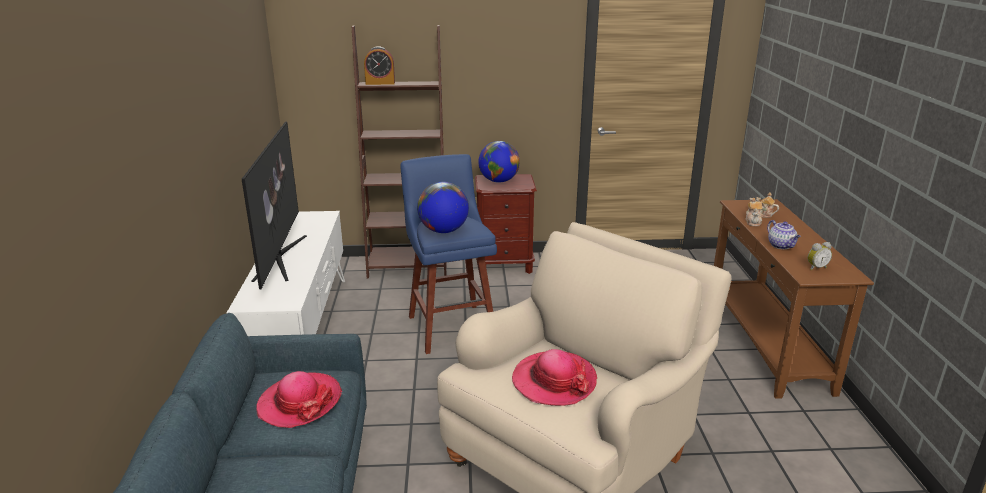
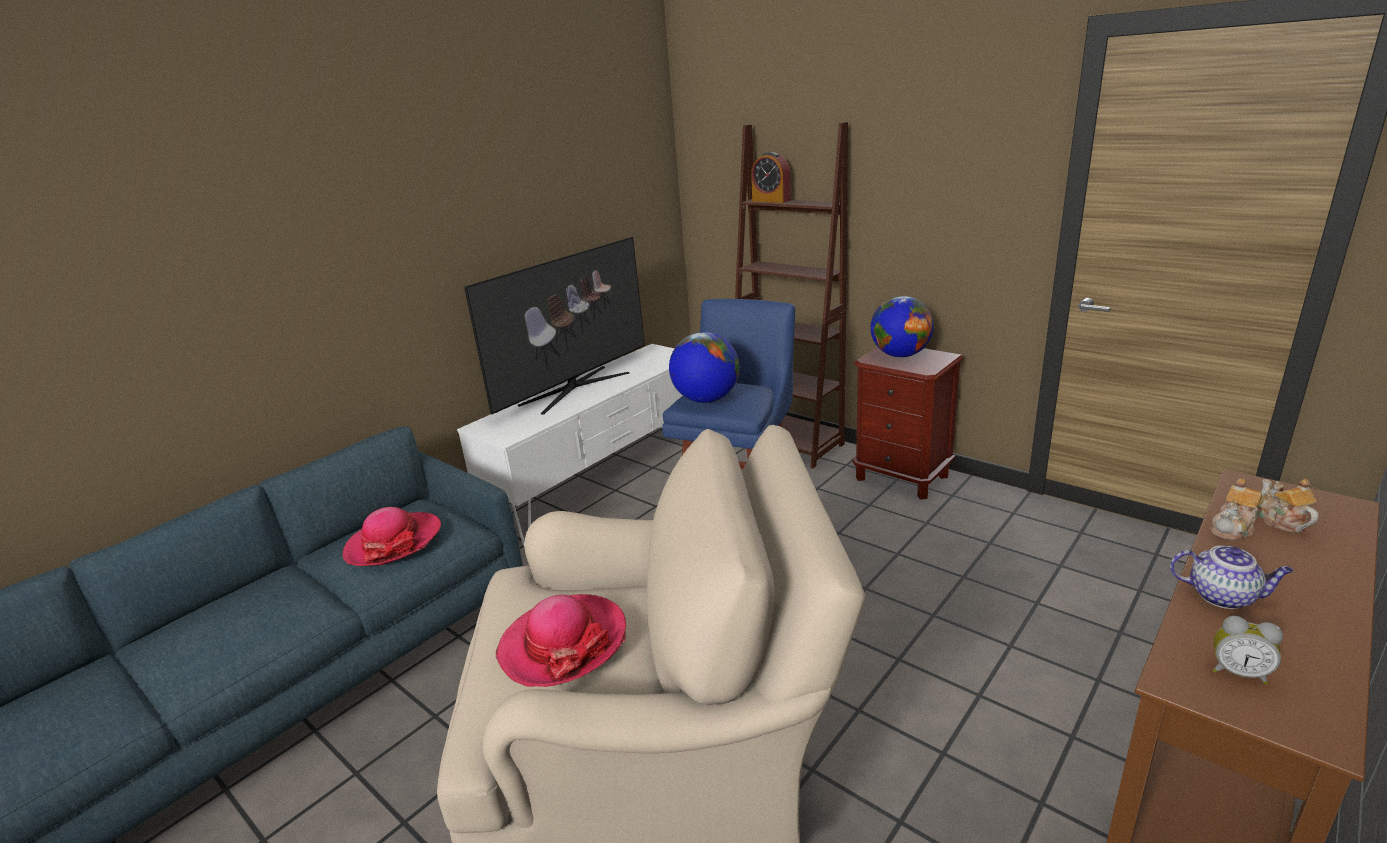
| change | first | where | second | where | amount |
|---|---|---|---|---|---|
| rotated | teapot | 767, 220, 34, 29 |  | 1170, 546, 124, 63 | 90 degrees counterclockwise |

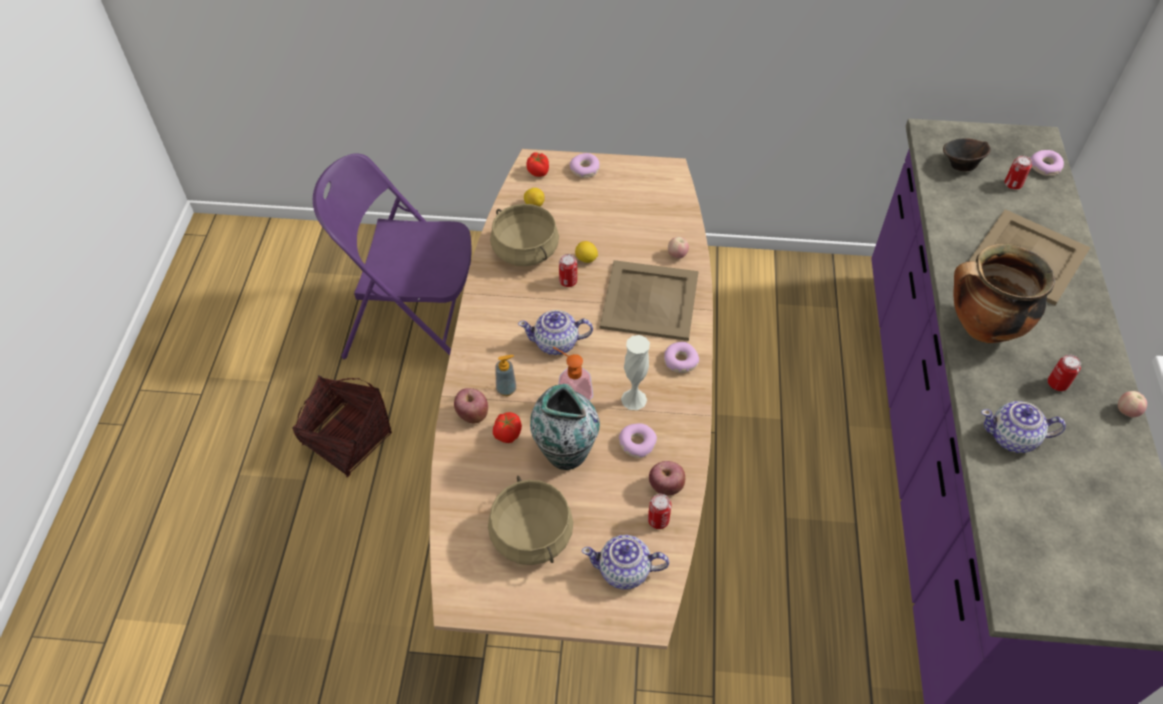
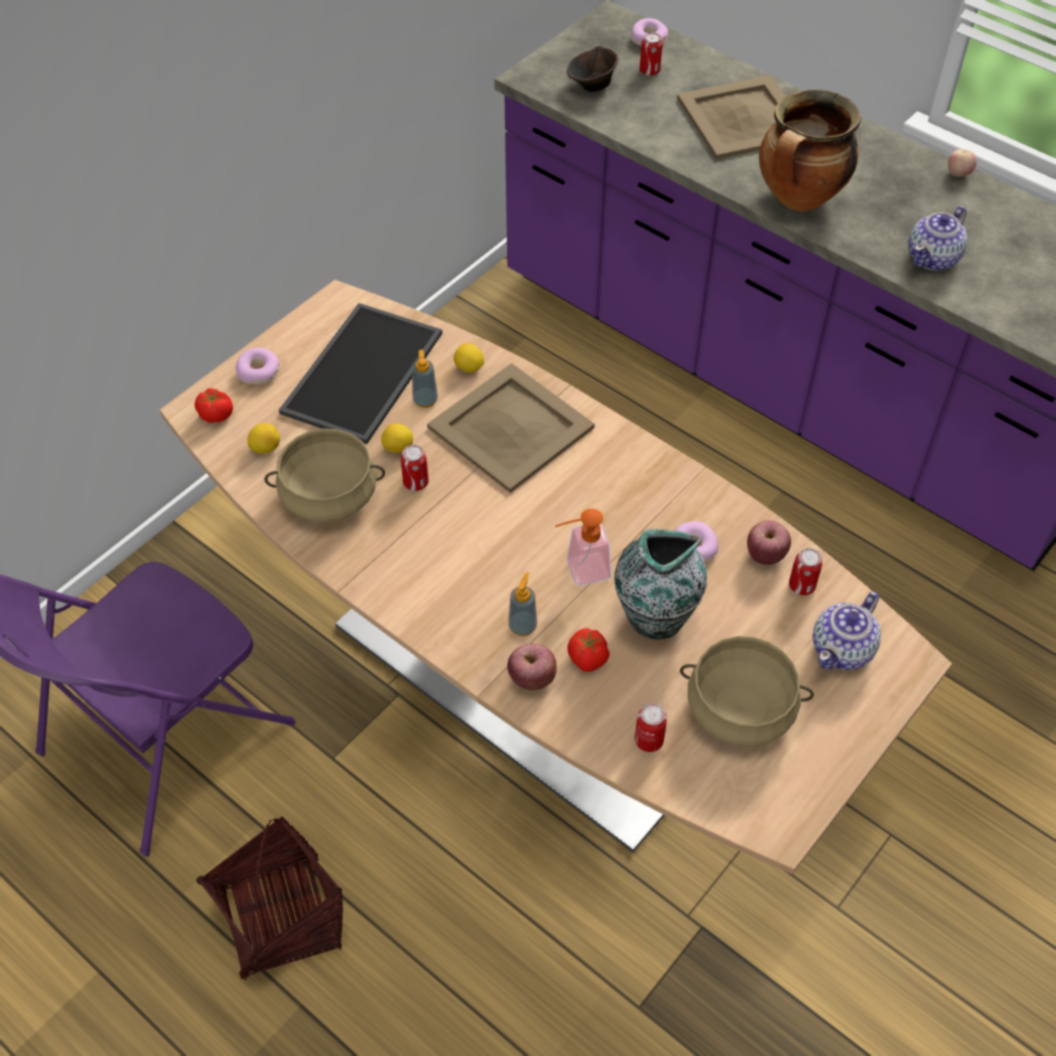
| change | first | where | second | where | amount |
|---|---|---|---|---|---|
| new |  |  | tray | 279, 303, 163, 141 |  |
| new |  |  | soap dispenser | 412, 349, 26, 59 |  |
| swapped | apple | 668, 237, 21, 22 | lemon | 454, 343, 30, 30 |  |
| shifted | can | 1047, 355, 34, 36 |  | 635, 704, 32, 48 |  |
| gone | teapot | 518, 310, 75, 45 |  |  |  |
| gone | white vase | 621, 335, 29, 75 |  |  |  |
| gone | donut | 664, 342, 35, 31 |  |  |  |

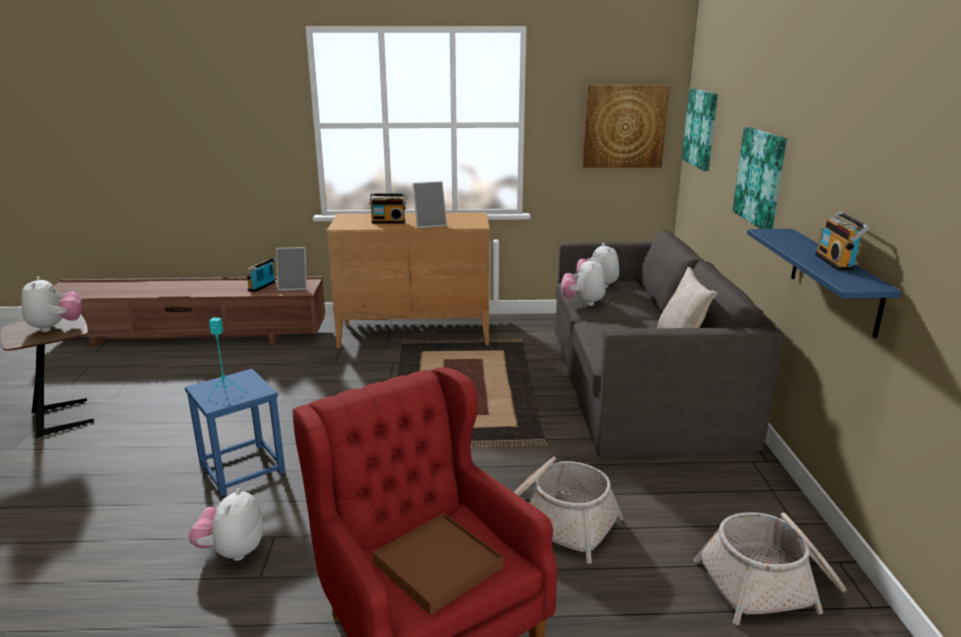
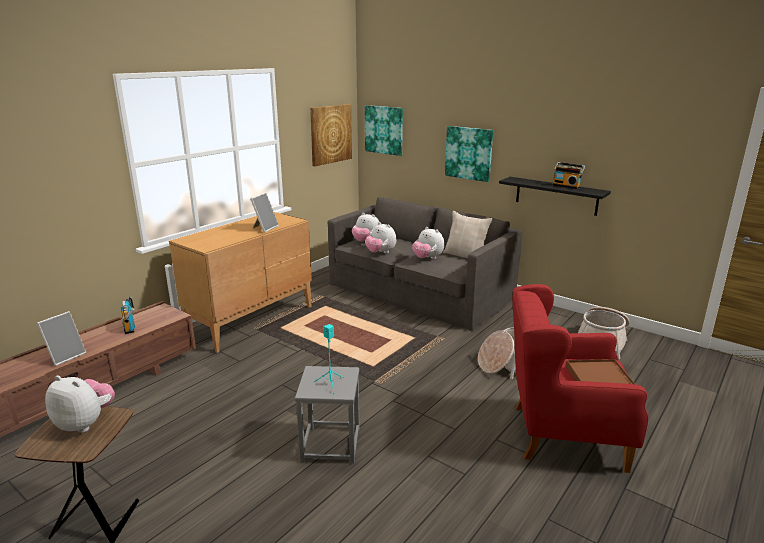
| change | first | where | second | where | amount |
|---|---|---|---|---|---|
| shifted | picture frame | 276, 247, 31, 44 |  | 37, 311, 49, 55 |  |
| repainted | blue stool | 185, 369, 101, 127 | grey stool | 295, 366, 65, 98 |  |
| shifted | plush toy | 189, 488, 74, 73 |  | 412, 227, 33, 32 |  |
| repainted | blue shelf | 747, 229, 155, 109 | black shelf | 499, 177, 112, 39 |  |
| gone | radio | 369, 193, 37, 31 |  |  |  |

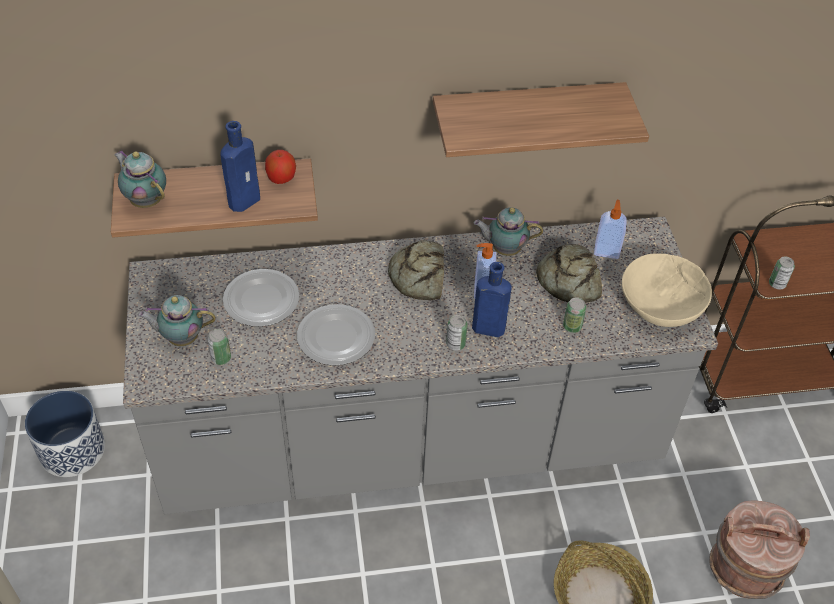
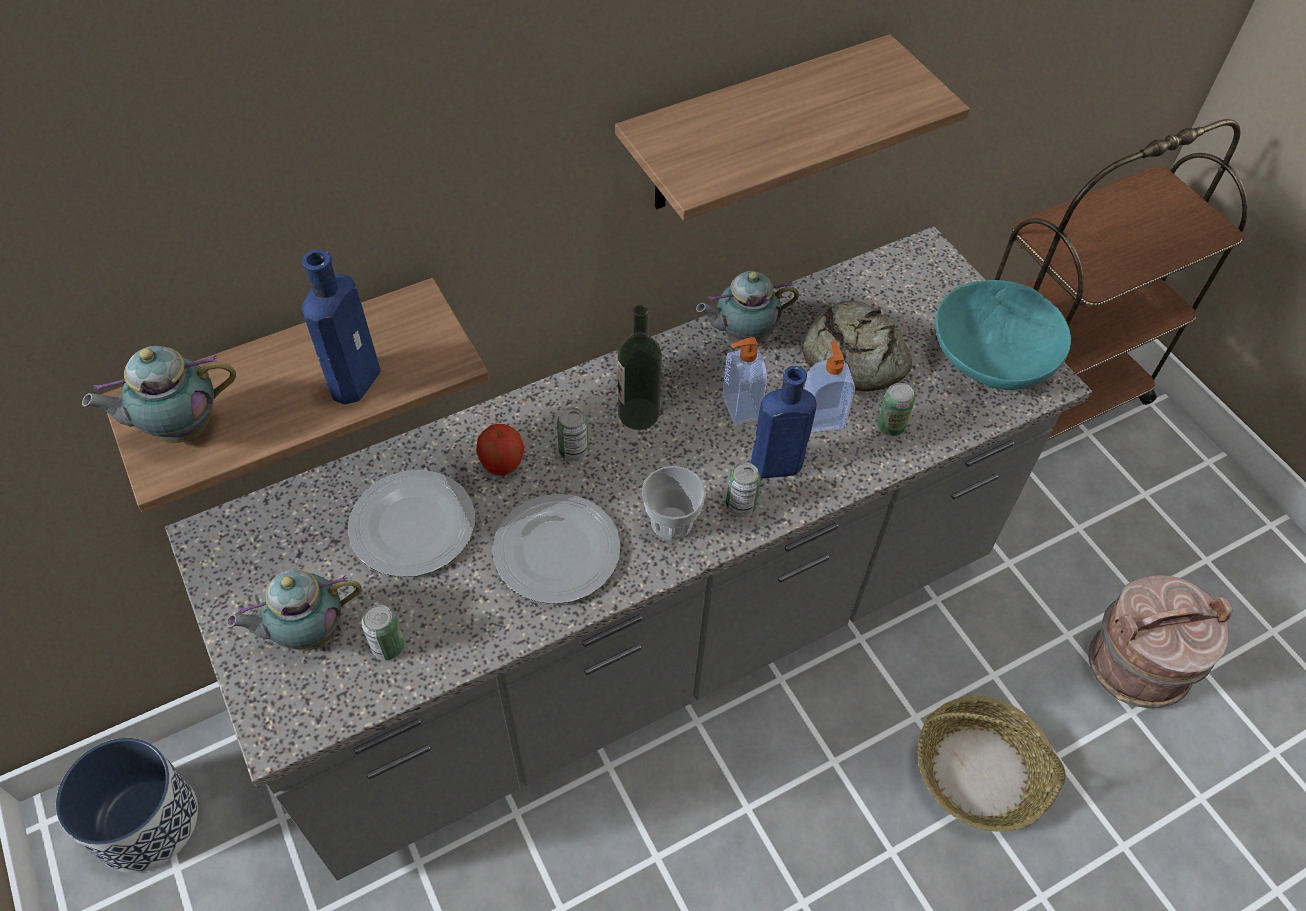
| change | first | where | second | where | amount |
|---|---|---|---|---|---|
| rotated | teapot | 114, 150, 52, 58 |  | 82, 346, 154, 97 | 45 degrees counterclockwise |
| shifted | apple | 265, 150, 31, 34 |  | 477, 424, 47, 51 |  |
| shifted | can | 769, 256, 26, 34 |  | 557, 407, 32, 55 |  |
| swapped | bread | 388, 240, 56, 60 | bottle | 617, 305, 45, 125 |  |
| new |  |  | cup | 642, 466, 64, 74 |  |
| shifted | soap dispenser | 594, 200, 33, 59 |  | 804, 341, 51, 92 |  |
| repainted | beige bowl | 622, 253, 90, 74 | turquoise bowl | 935, 280, 136, 110 |  |

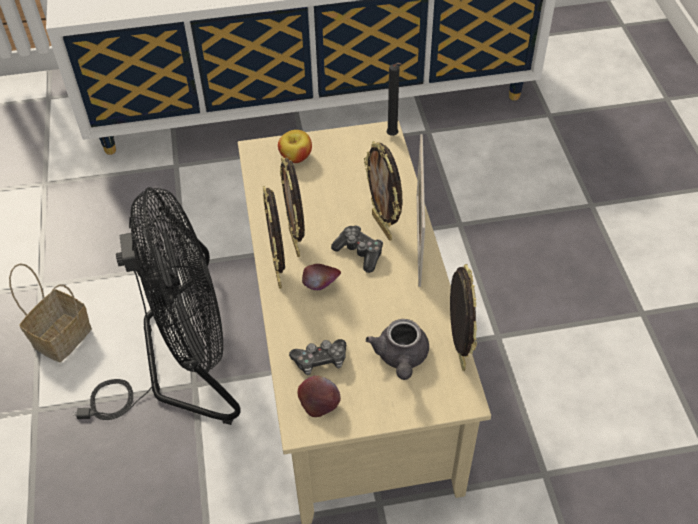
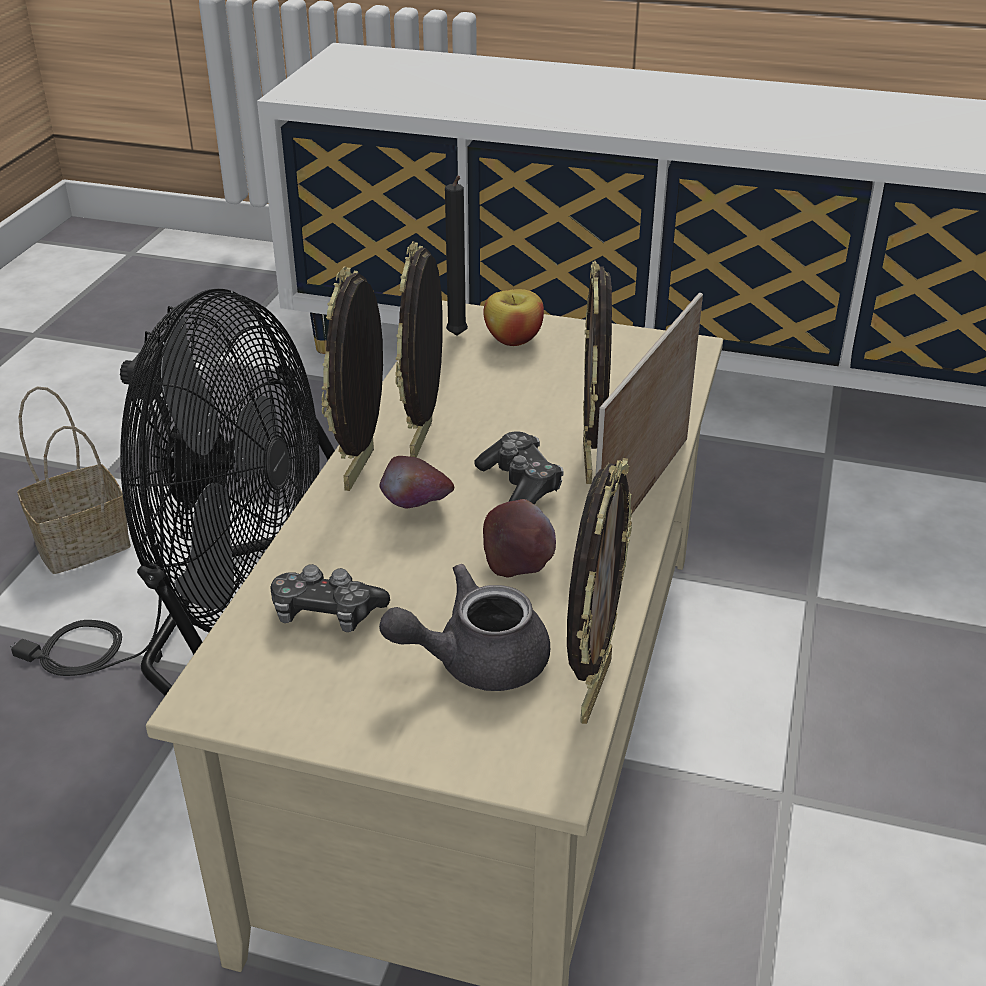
| change | first | where | second | where | amount |
|---|---|---|---|---|---|
| rotated | grey teapot | 365, 319, 64, 61 |  | 379, 564, 171, 127 | 45 degrees clockwise |
| shifted | black candle | 387, 63, 15, 73 |  | 445, 176, 23, 160 |  |
| shifted | apple | 297, 375, 44, 42 |  | 483, 499, 73, 79 |  |

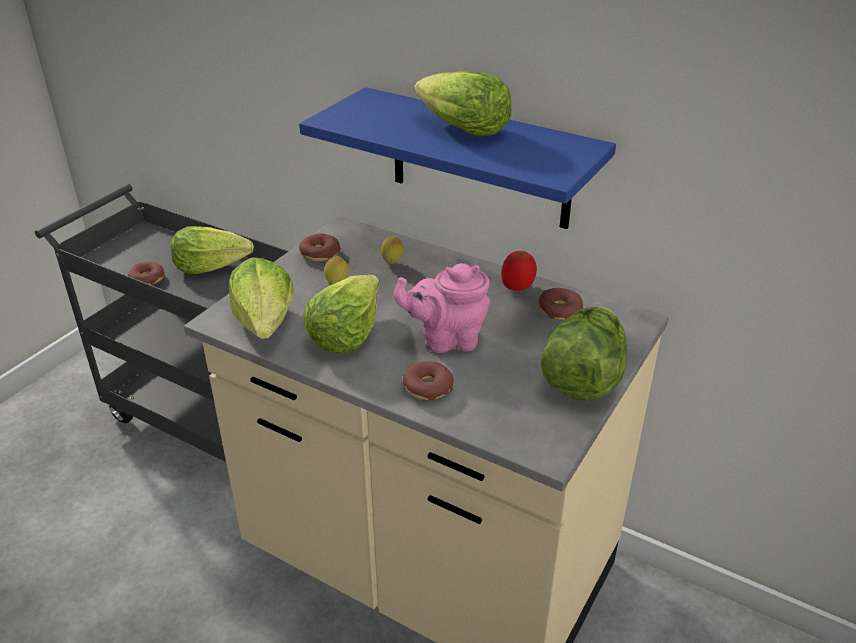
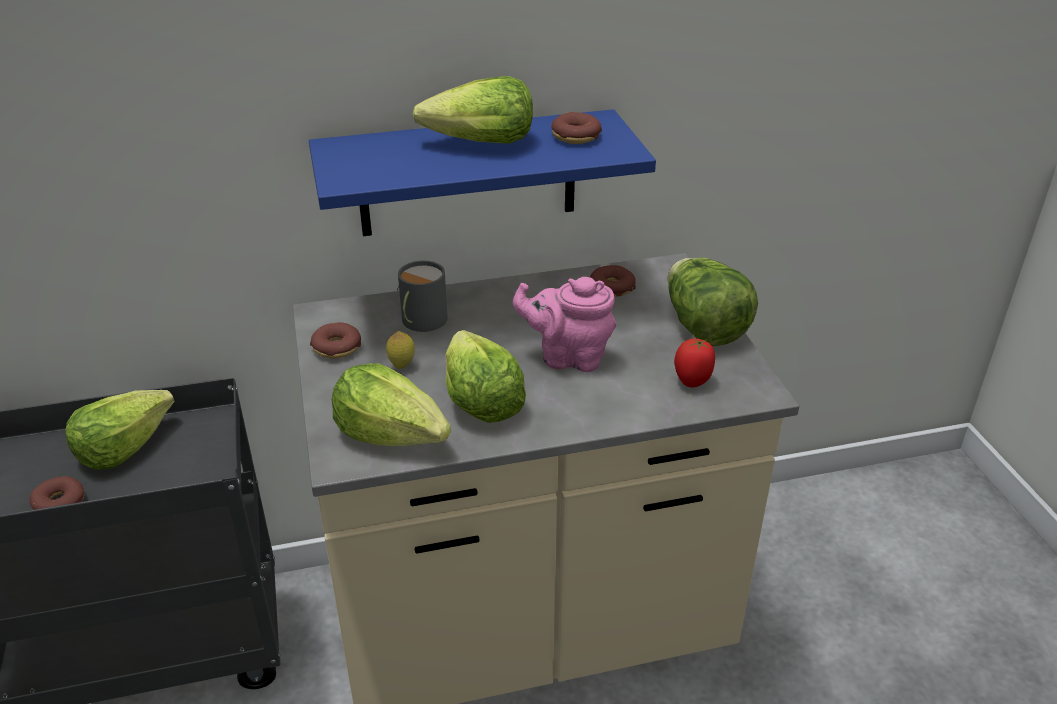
| change | first | where | second | where | amount |
|---|---|---|---|---|---|
| swapped | lemon | 381, 237, 23, 27 | grey mug | 397, 261, 51, 71 |  |
| rotated | pink teapot | 393, 263, 97, 90 |  | 513, 277, 103, 95 | 60 degrees clockwise |
| shifted | donut | 403, 361, 51, 39 |  | 551, 112, 51, 32 |  |
| shifted | tomato | 501, 251, 36, 40 |  | 674, 338, 41, 50 |  |

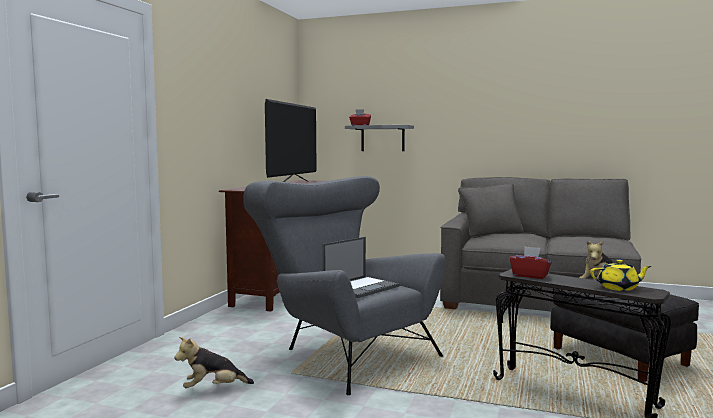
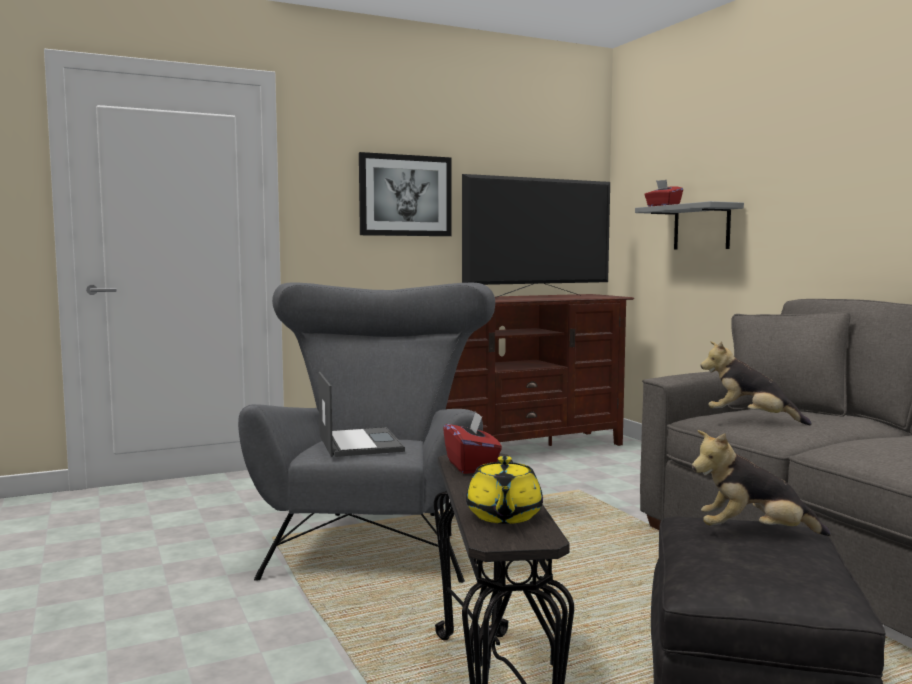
| change | first | where | second | where | amount |
|---|---|---|---|---|---|
| rotated | laptop | 323, 237, 77, 61 |  | 318, 372, 87, 85 | 105 degrees counterclockwise |
| new |  |  | picture | 359, 152, 93, 84 |  |
| rotated | yellow teapot | 590, 259, 61, 32 |  | 466, 456, 77, 68 | 45 degrees clockwise |
| shifted | plush toy | 174, 337, 80, 51 |  | 701, 341, 111, 84 |  |

